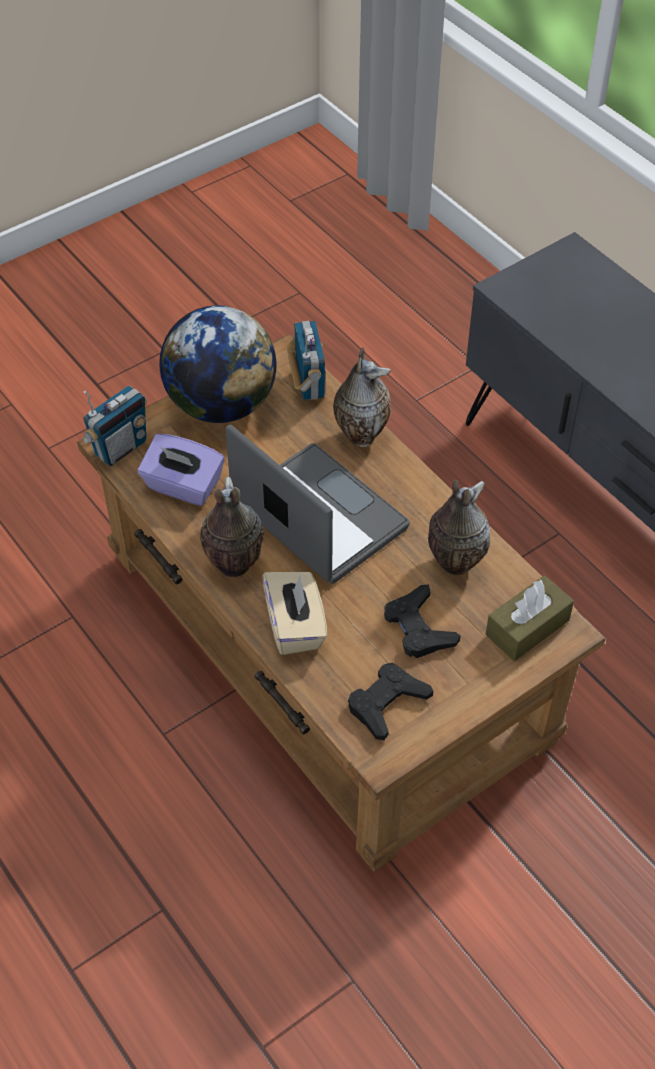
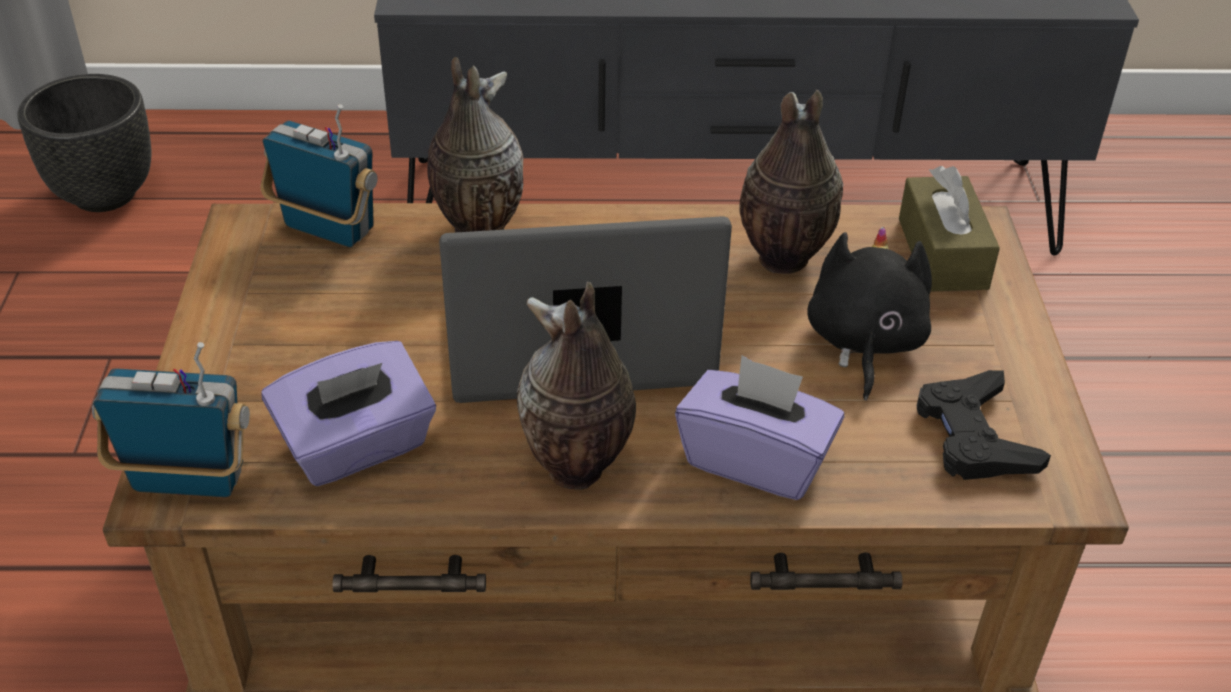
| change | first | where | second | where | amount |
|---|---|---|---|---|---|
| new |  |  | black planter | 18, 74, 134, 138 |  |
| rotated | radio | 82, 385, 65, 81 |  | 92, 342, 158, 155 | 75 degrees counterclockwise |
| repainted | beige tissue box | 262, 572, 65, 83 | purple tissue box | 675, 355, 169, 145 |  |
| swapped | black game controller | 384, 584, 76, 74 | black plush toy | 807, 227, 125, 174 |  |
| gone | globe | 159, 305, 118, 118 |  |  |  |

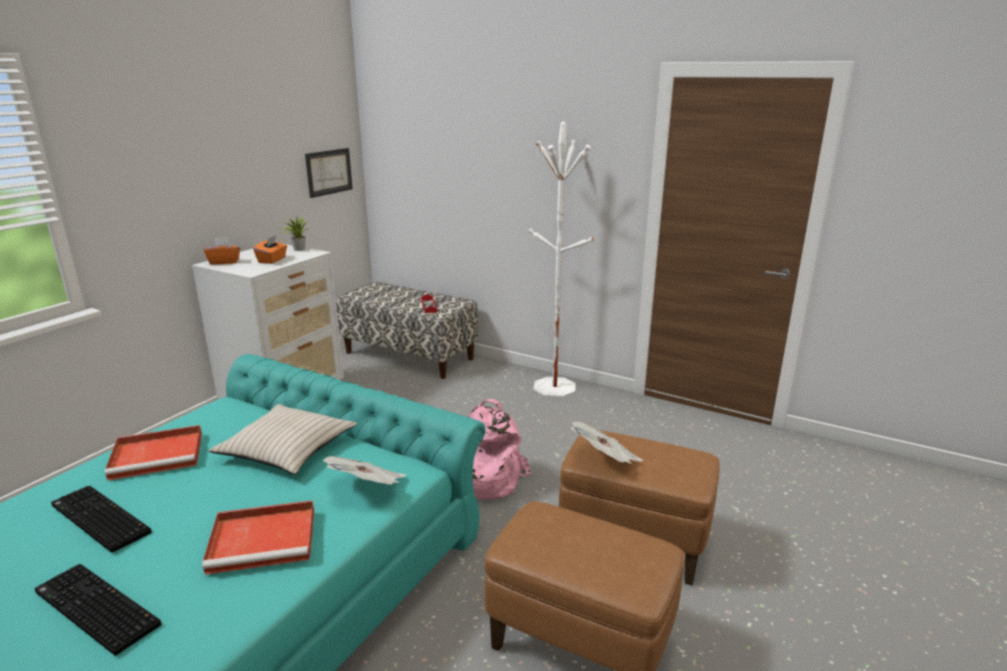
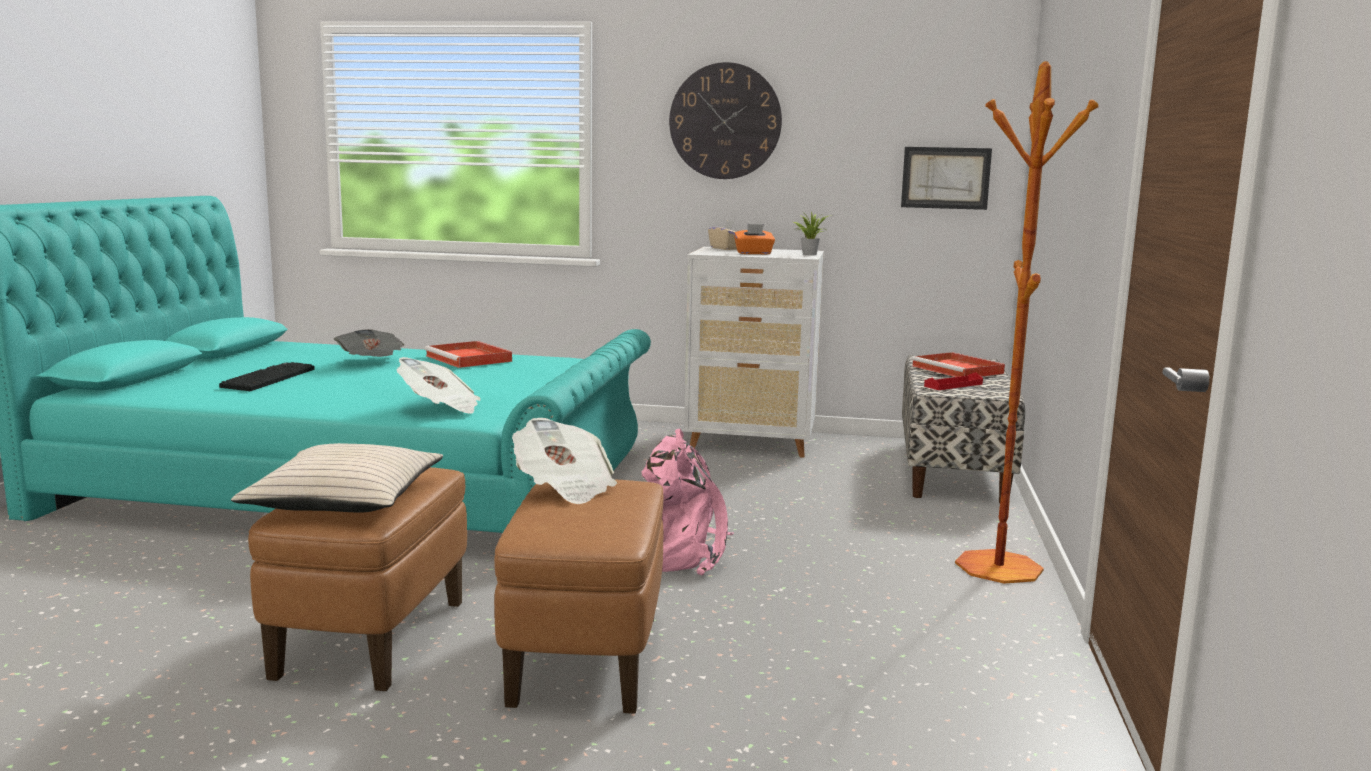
| change | first | where | second | where | amount |
|---|---|---|---|---|---|
| shifted | beige pillow | 209, 404, 148, 71 |  | 231, 443, 212, 70 |  |
| swapped | keyboard | 51, 486, 101, 67 | newspaper | 334, 329, 70, 28 |  |
| new |  |  | wall clock | 669, 62, 113, 117 |  |
| repainted | orange tissue box | 203, 237, 37, 28 | beige tissue box | 708, 220, 29, 30 |  |
| shifted | red tray | 202, 500, 112, 75 |  | 911, 352, 94, 25 |  |
| repainted | white clothes rack | 528, 121, 66, 276 | orange clothes rack | 955, 61, 144, 523 |  |

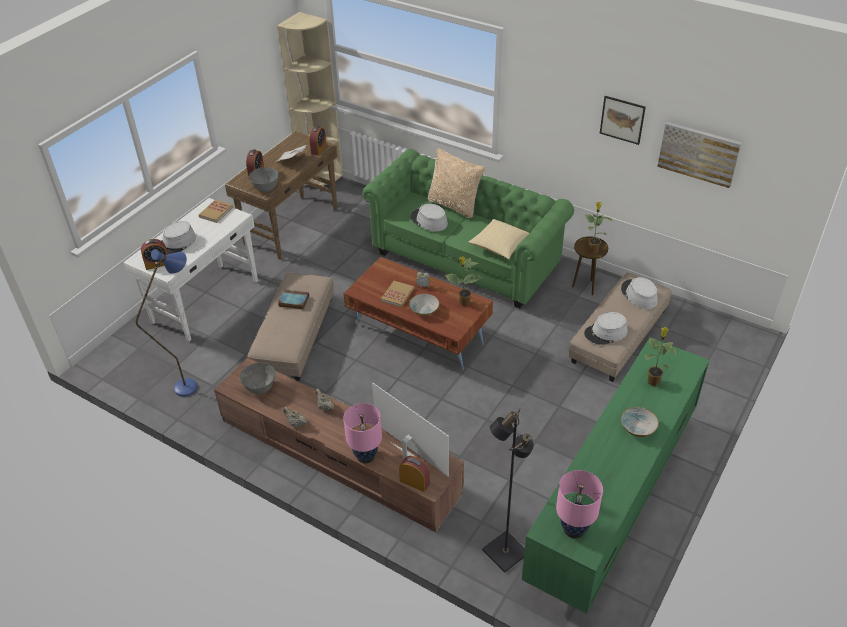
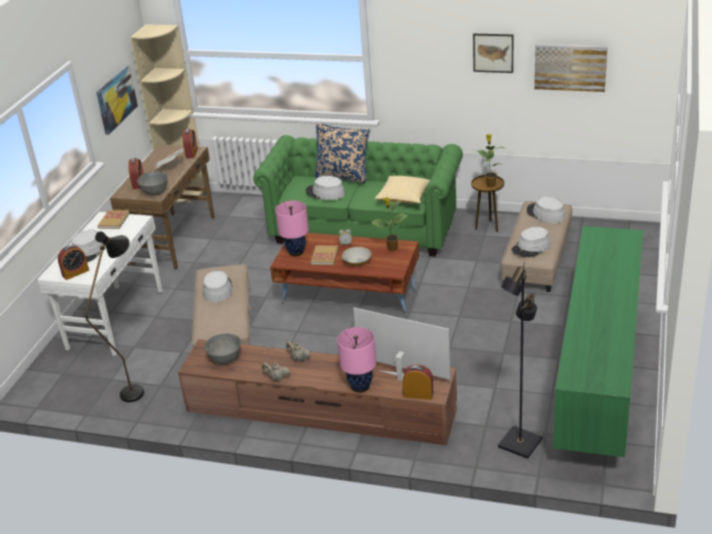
| change | first | where | second | where | amount |
|---|---|---|---|---|---|
| repainted | blue floor lamp | 136, 249, 61, 148 | black floor lamp | 85, 231, 59, 171 |  |
| new |  |  | picture | 96, 66, 42, 69 |  |
| swapped | book | 278, 289, 31, 21 | grey hat | 203, 271, 30, 32 |  |
| shifted | pink table lamp | 556, 470, 47, 68 |  | 275, 201, 34, 55 |  |
| repainted | beige pillow | 428, 149, 57, 69 | blue pillow | 315, 123, 56, 60 |  |
| gone | bowl | 621, 407, 38, 30 |  |  |  |
| gone | potted plant | 645, 327, 31, 59 |  |  |  |

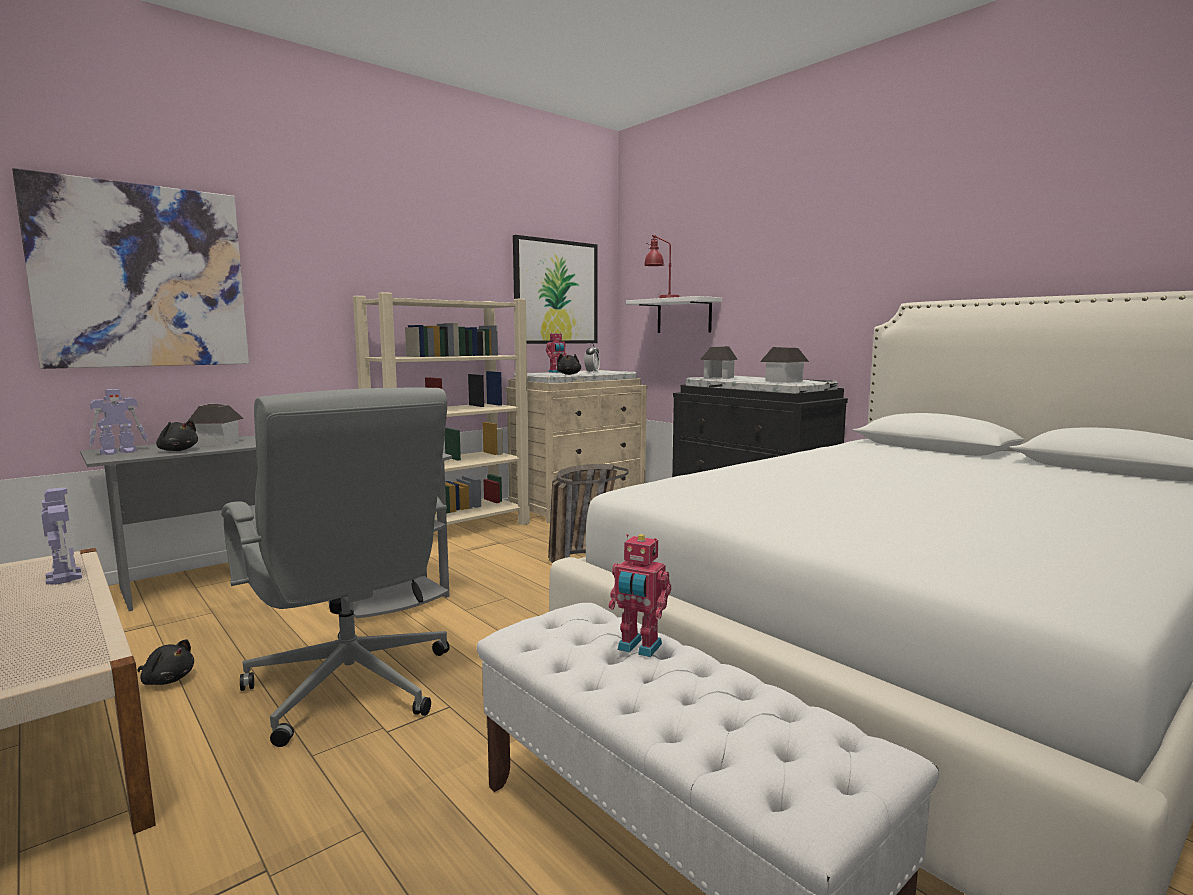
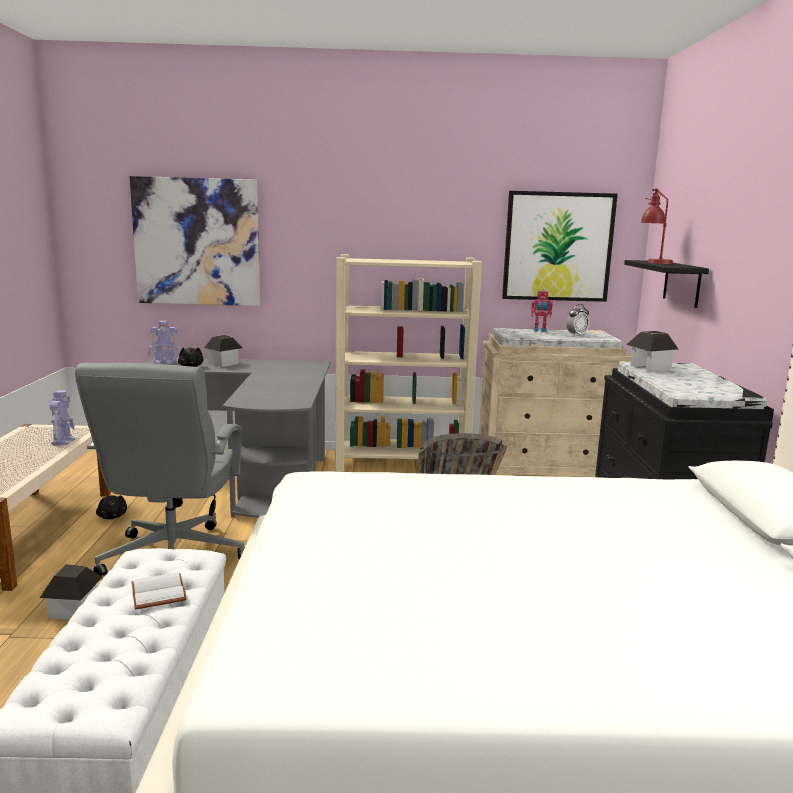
| change | first | where | second | where | amount |
|---|---|---|---|---|---|
| shifted | toy house | 760, 347, 49, 36 |  | 40, 564, 62, 56 |  |
| swapped | toy robot | 608, 534, 63, 123 | white book | 131, 572, 56, 37 |  |
| repainted | white shelf | 626, 296, 96, 37 | black shelf | 624, 260, 85, 48 |  |
| gone | black plush toy | 557, 354, 24, 21 |  |  |  |

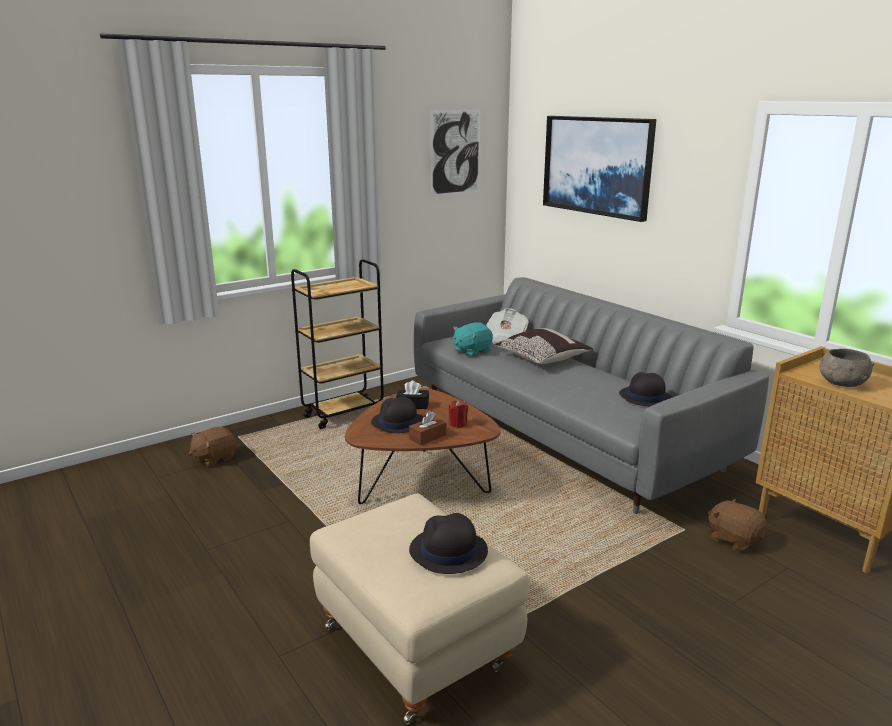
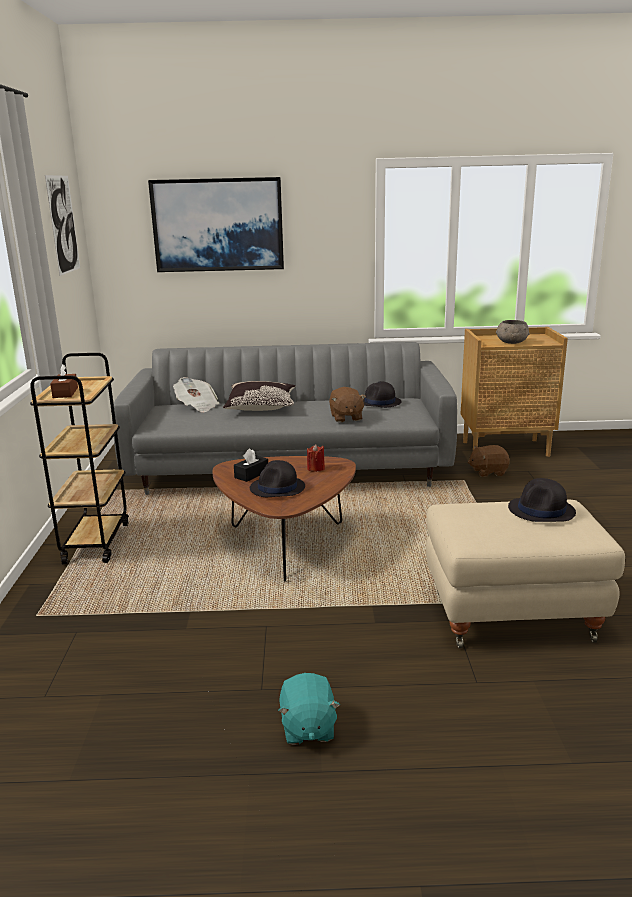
| change | first | where | second | where | amount |
|---|---|---|---|---|---|
| shifted | brown tissue box | 409, 411, 37, 34 |  | 50, 364, 28, 34 |  |
| shifted | turquoise plush toy | 453, 322, 40, 35 |  | 278, 673, 62, 72 |  |
| shifted | brown plush toy | 189, 427, 47, 40 |  | 329, 387, 37, 35 |  |

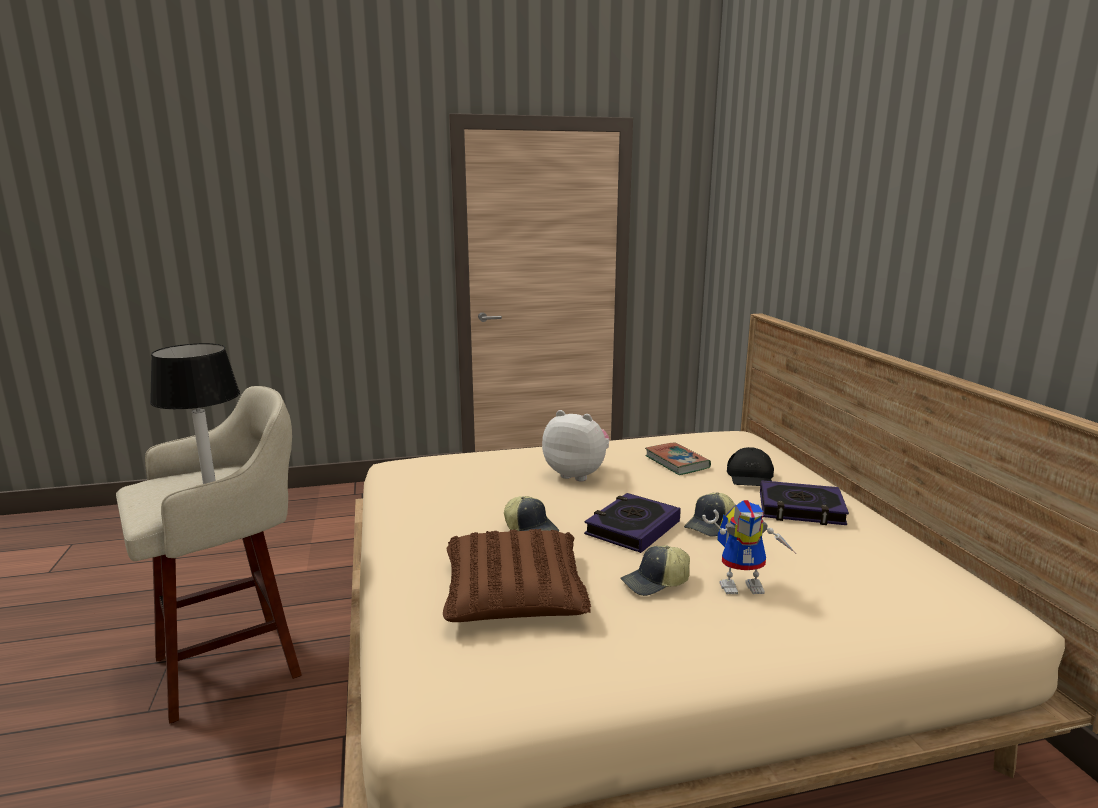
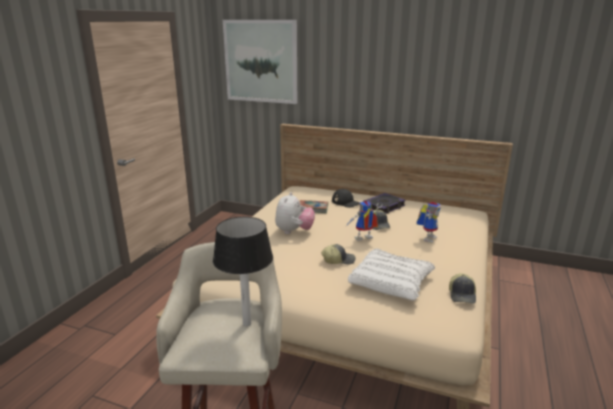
| change | first | where | second | where | amount |
|---|---|---|---|---|---|
| new |  |  | picture | 223, 20, 74, 84 |  |
| rotated | plush toy | 542, 410, 67, 71 |  | 275, 192, 40, 42 | 135 degrees clockwise |
| swapped | book | 584, 493, 97, 60 | toy robot | 345, 201, 38, 40 |  |
| repainted | brown pillow | 443, 529, 149, 93 | white pillow | 348, 248, 87, 53 |  |
| shifted | cap | 620, 545, 70, 51 |  | 449, 273, 27, 31 |  |

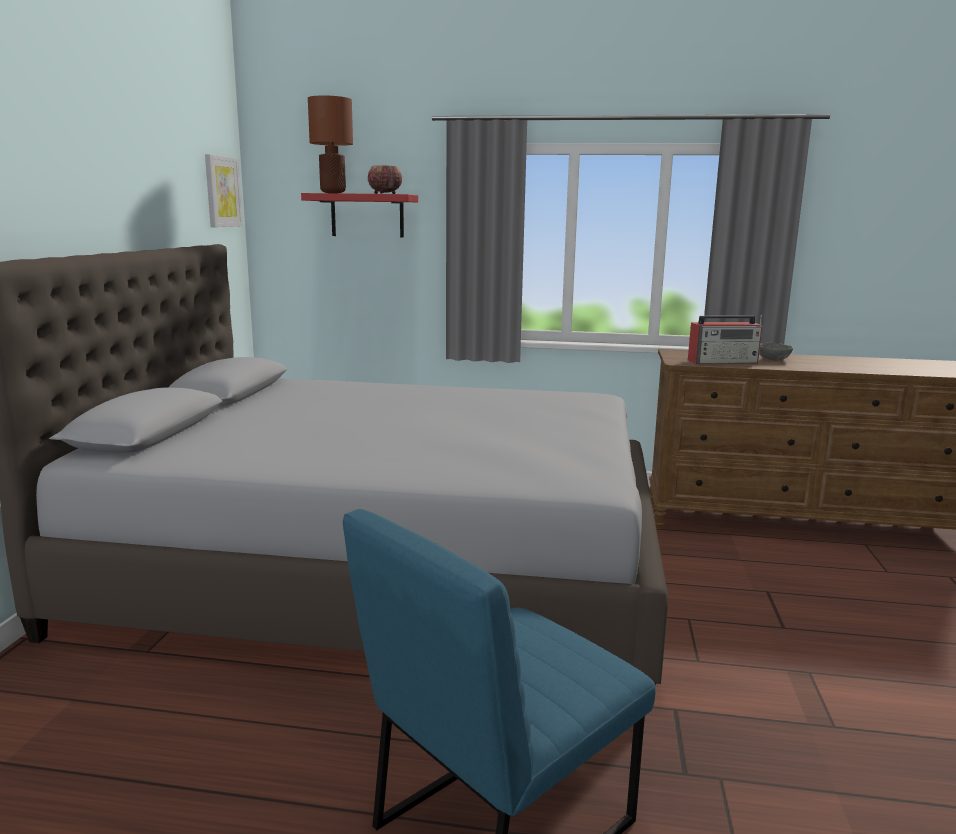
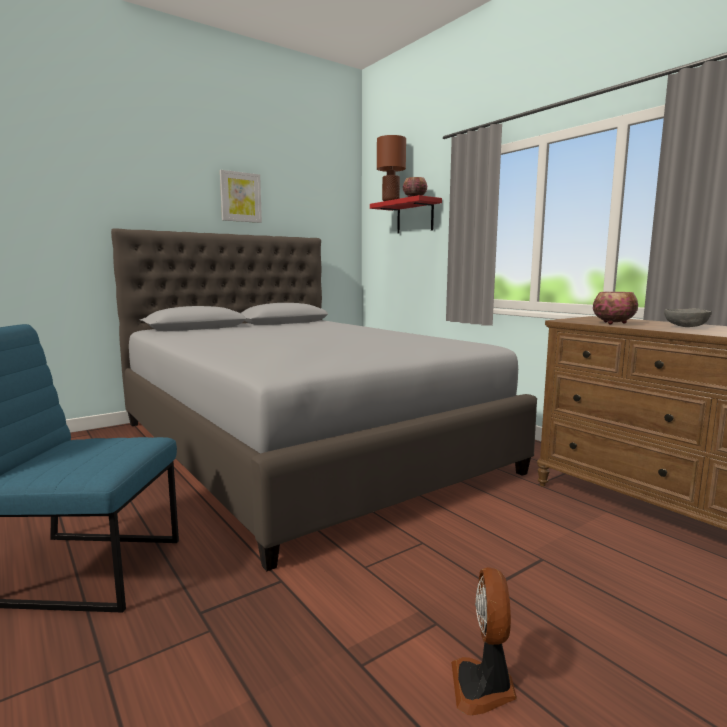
| change | first | where | second | where | amount |
|---|---|---|---|---|---|
| shifted | picture | 205, 154, 38, 73 |  | 220, 170, 42, 53 |  |
| new |  |  | fan | 451, 567, 66, 149 |  |
| swapped | radio | 688, 314, 75, 50 | bowl | 593, 292, 45, 32 |  |

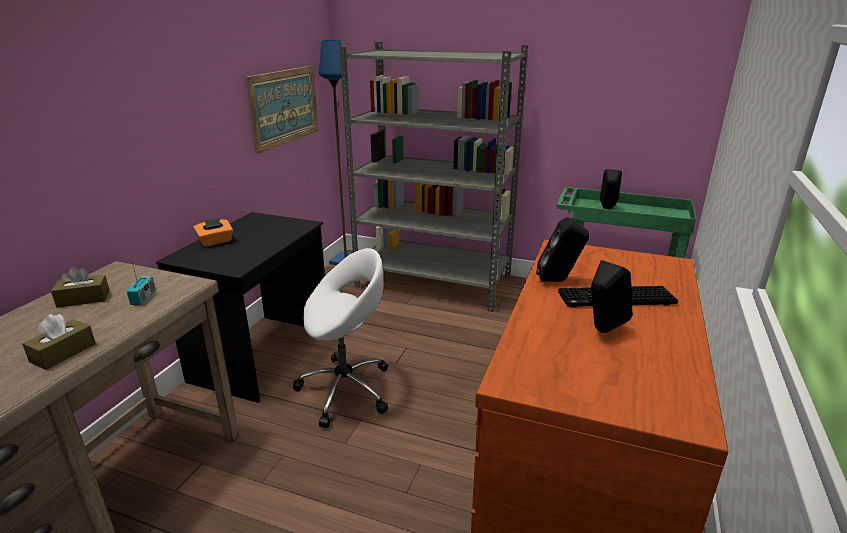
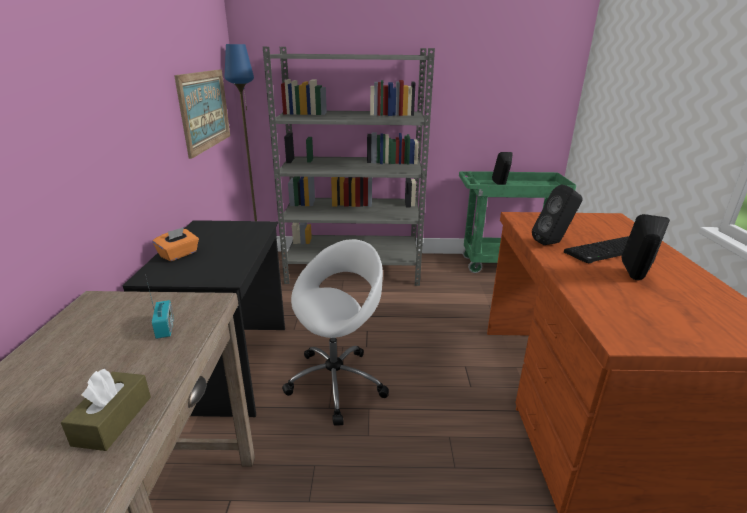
| change | first | where | second | where | amount |
|---|---|---|---|---|---|
| gone | brown tissue box | 51, 266, 59, 42 |  |  |  |

